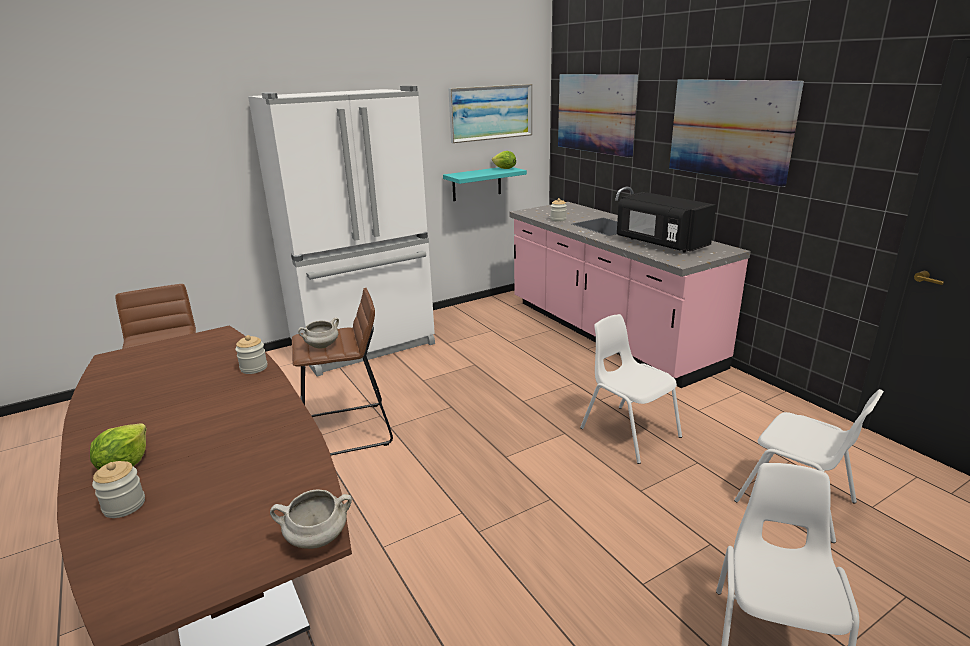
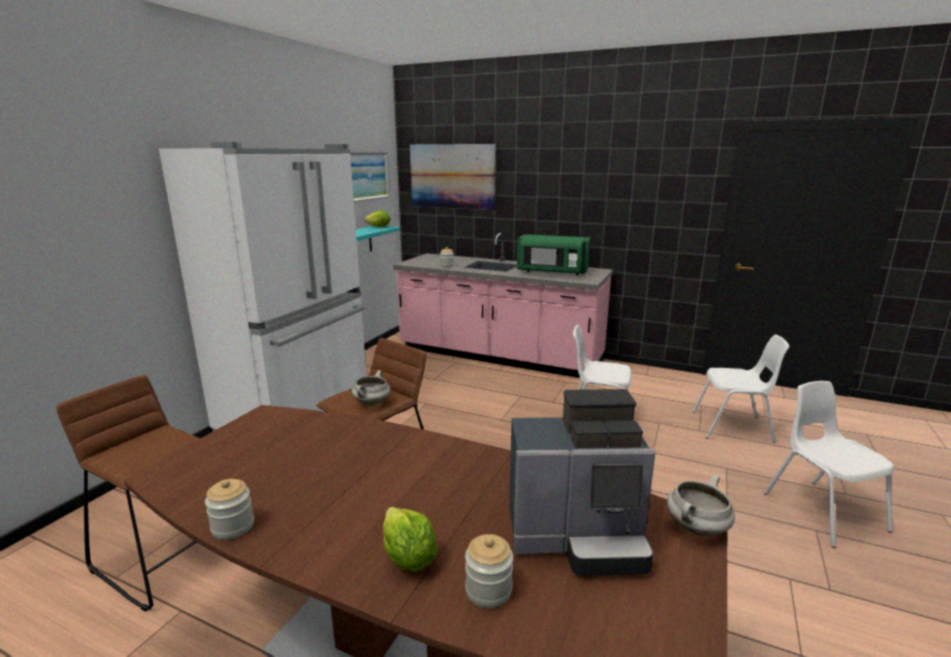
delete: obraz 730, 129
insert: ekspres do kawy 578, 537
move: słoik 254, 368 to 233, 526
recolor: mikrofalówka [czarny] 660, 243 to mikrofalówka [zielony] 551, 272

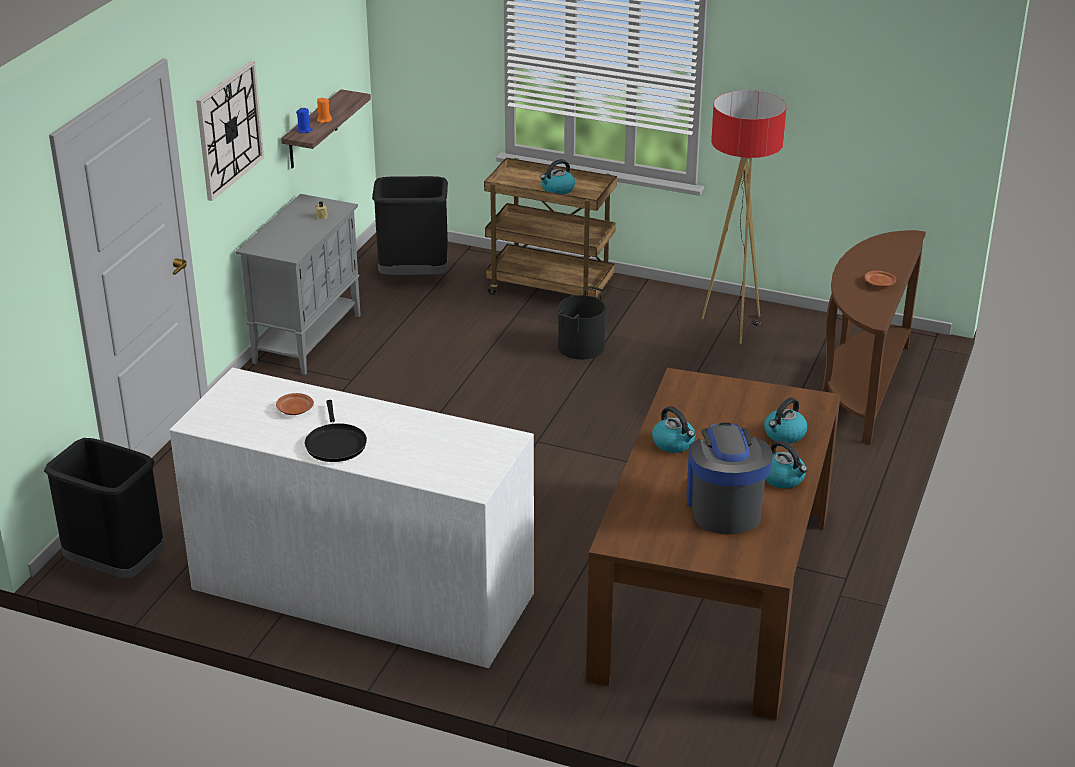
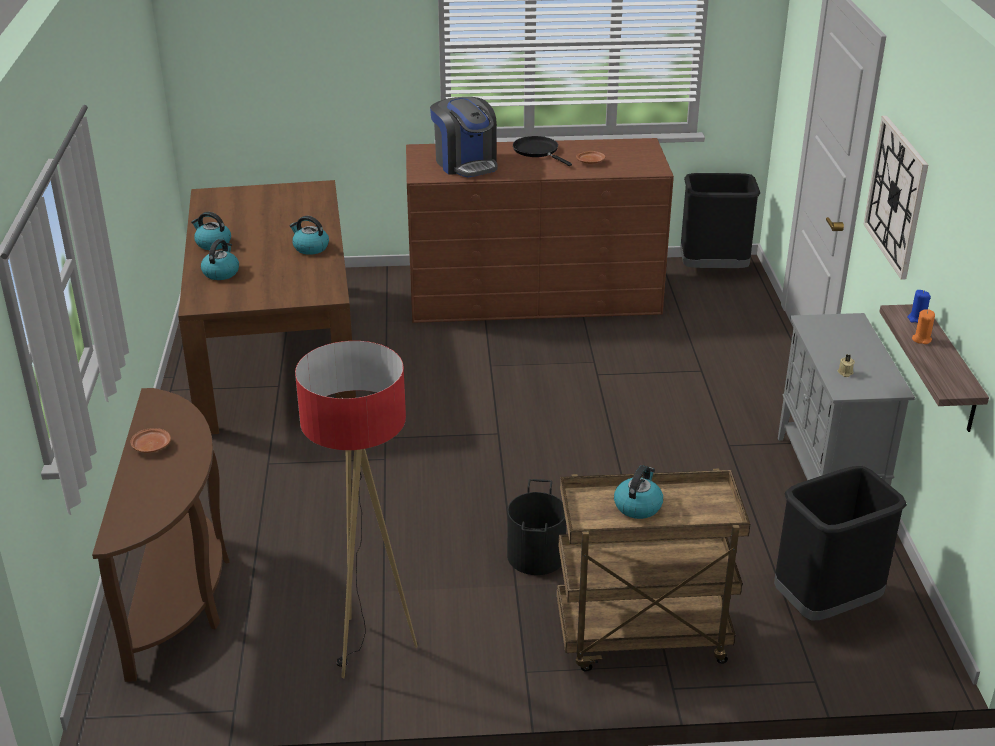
move: ekspres do kawy 724, 507 to 466, 163
recolor: komoda [biały] 362, 591 to komoda [brązowy] 534, 296

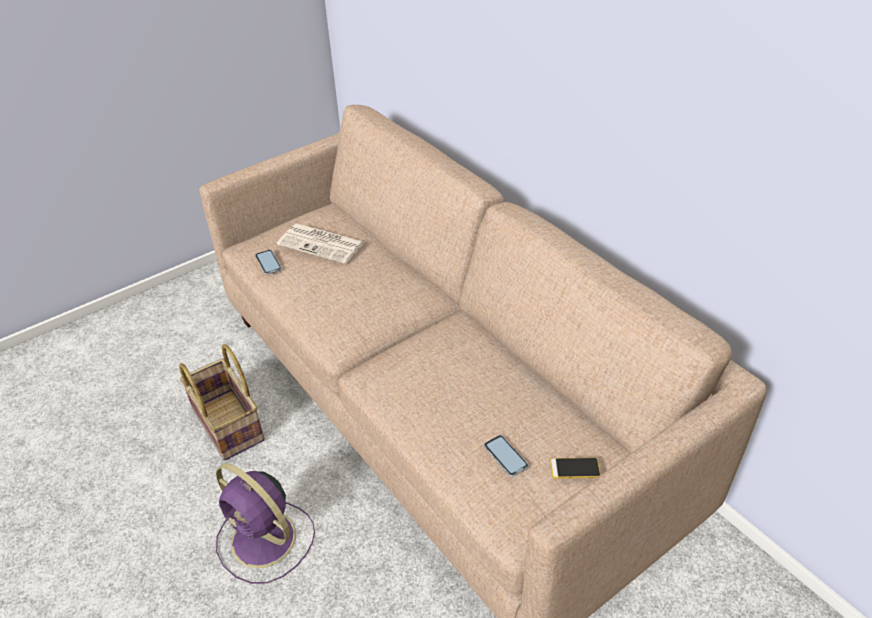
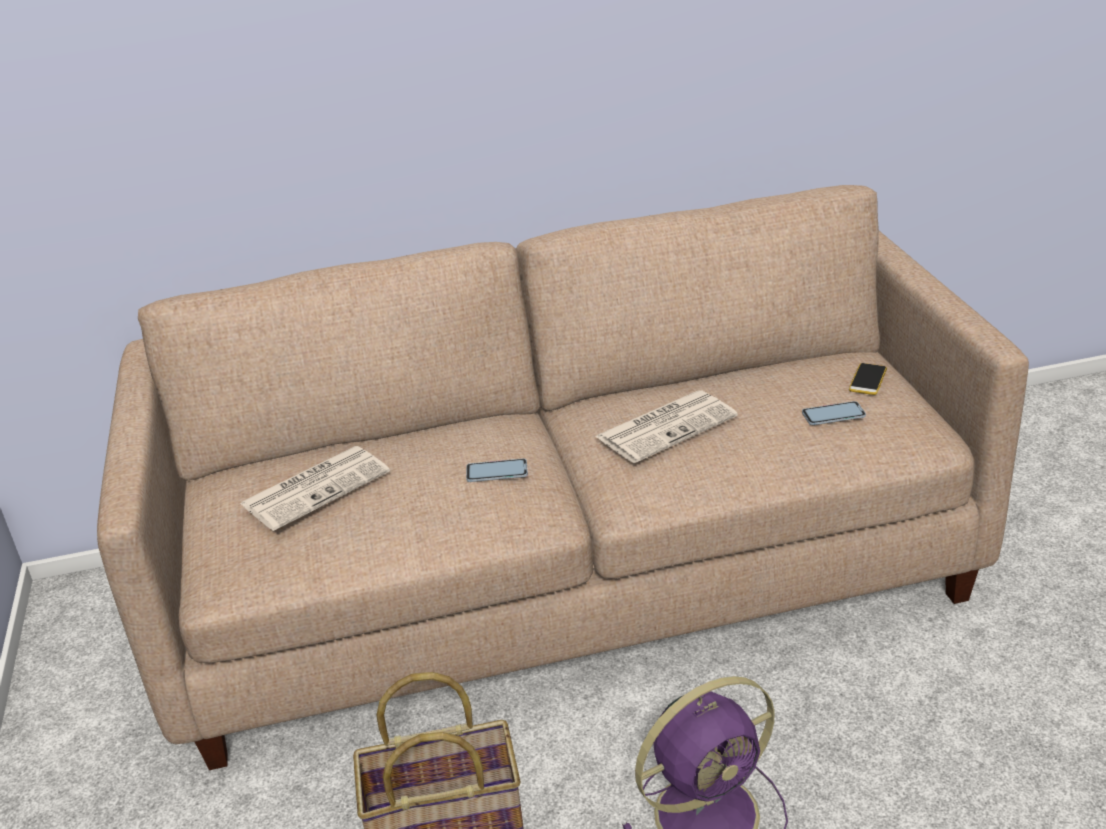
insert: gazeta 667, 426
move: telefon 268, 262 to 497, 471

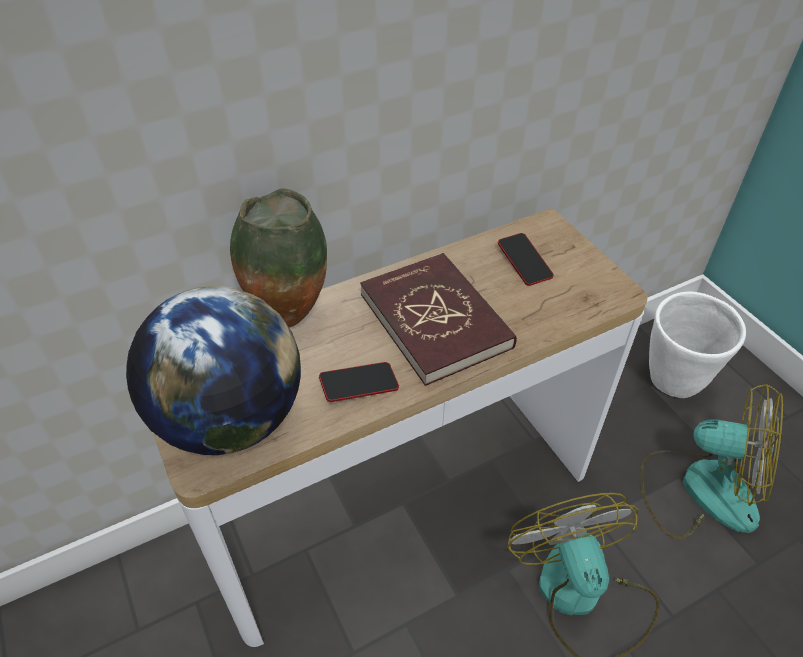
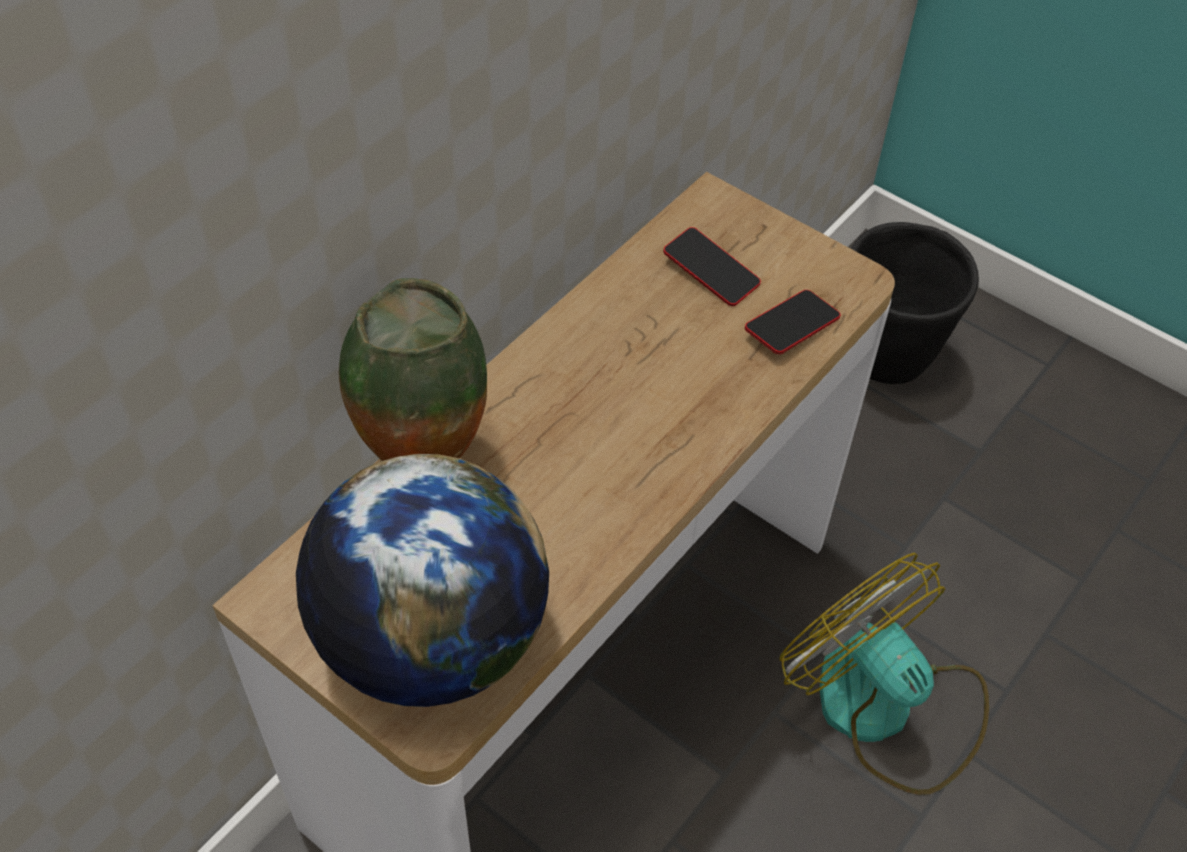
delete: książka [czerwony] 436, 320; wentylator 699, 488
move: telefon 359, 385 to 791, 327
recolor: donica [biały] 673, 381 to donica [czarny] 886, 360

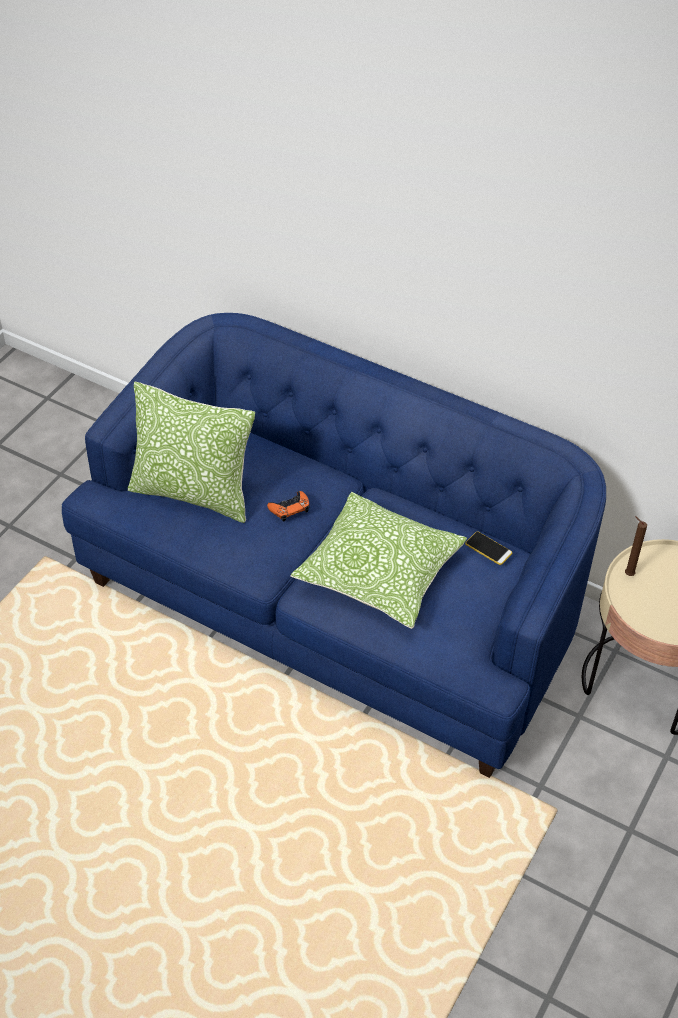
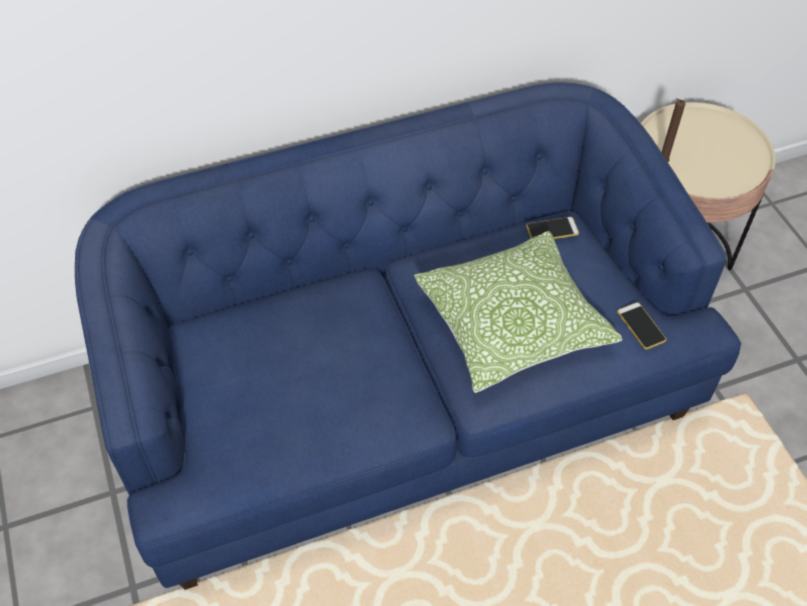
delete: poduszka 193, 493; pad do gier [pomarańczowy] 289, 508
insert: telefon 641, 326

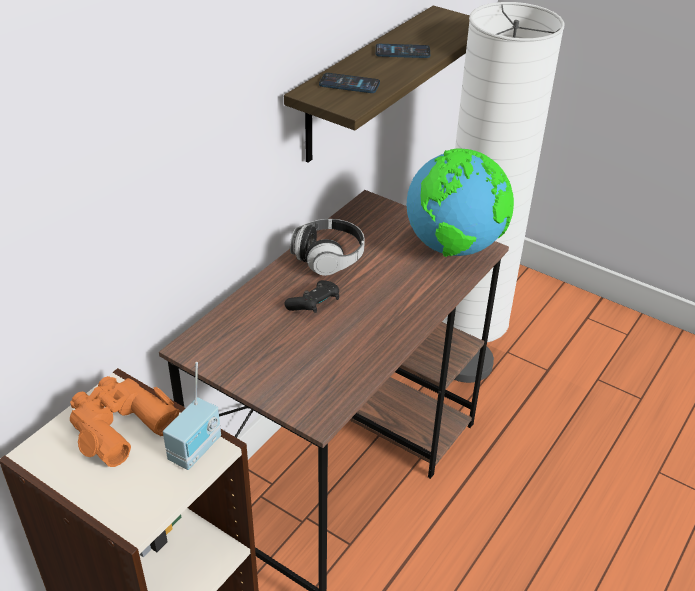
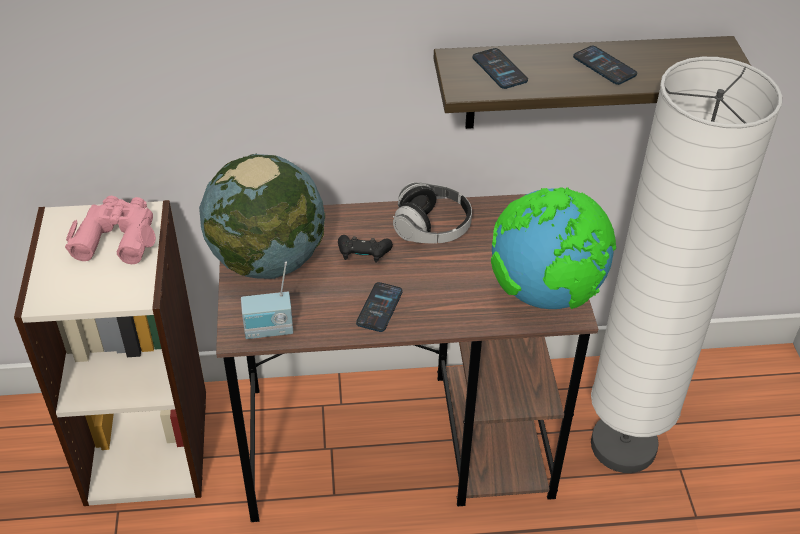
insert: globus 268, 261; telefon 379, 307
move: radio 197, 449 to 269, 331
recolor: lornetka [pomarańczowy] 119, 424 to lornetka [różowy] 117, 236

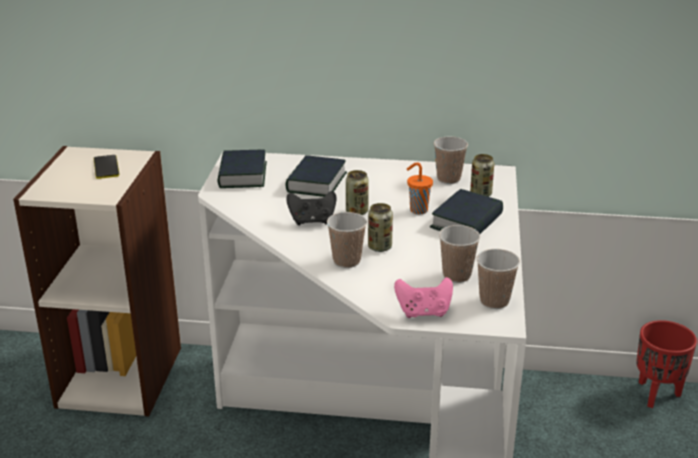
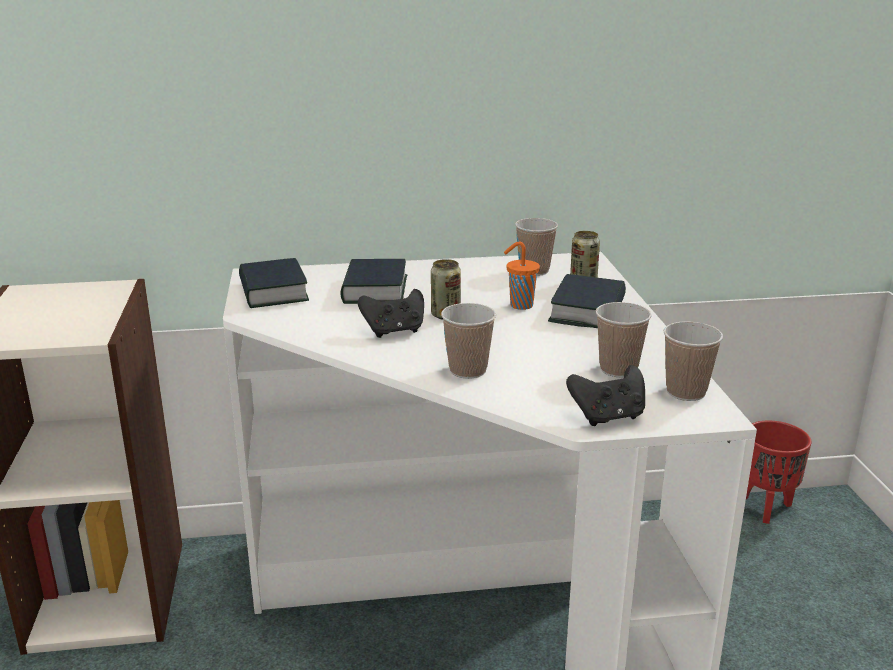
delete: telefon 106, 167; puszka 379, 247
recolor: pad do gier [różowy] 423, 312 to pad do gier [czarny] 608, 417

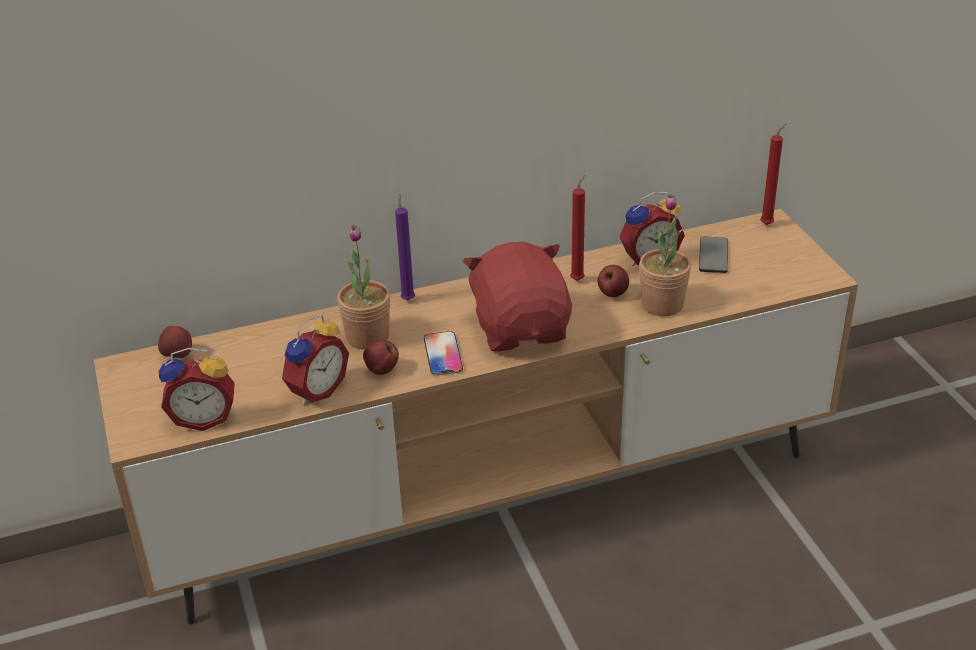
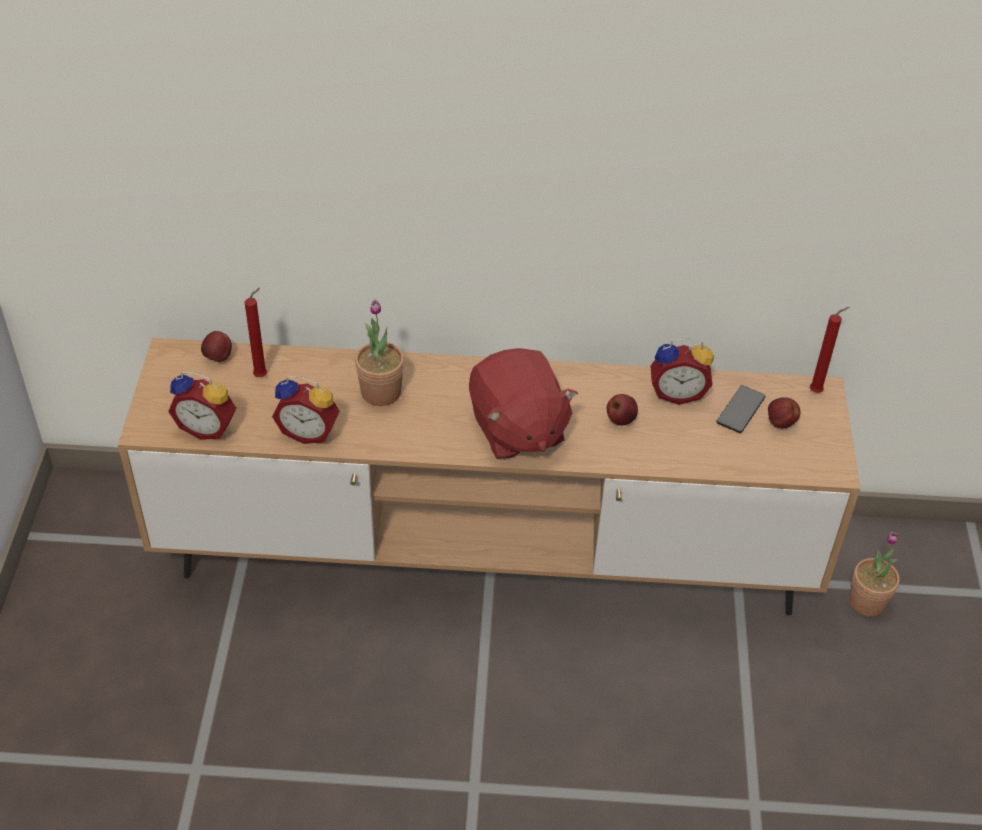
delete: świeca [fioletowy] 408, 299; telefon 443, 354
move: świeca [czerwony] 578, 279 to 262, 375; jabłko 381, 370 to 780, 423; roślina doniczkowa 662, 304 to 867, 602
rotate: budzik 315, 390 = 309, 431 45 degrees clockwise; pluszak [czerwony] 521, 329 = 517, 429 150 degrees clockwise

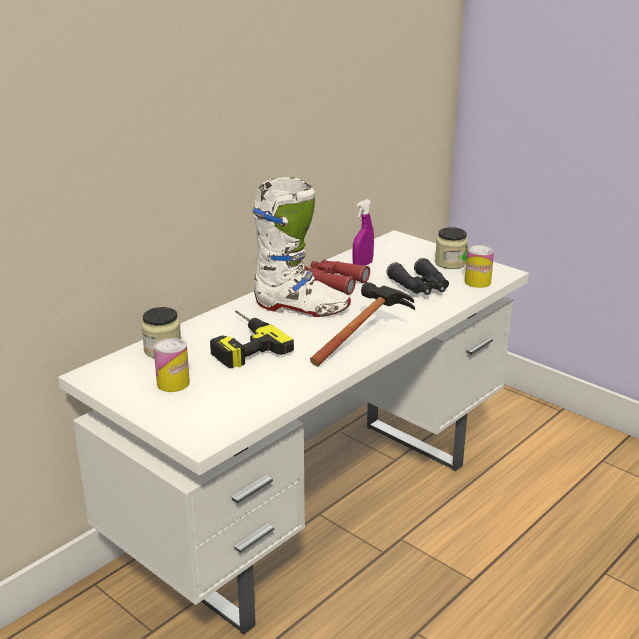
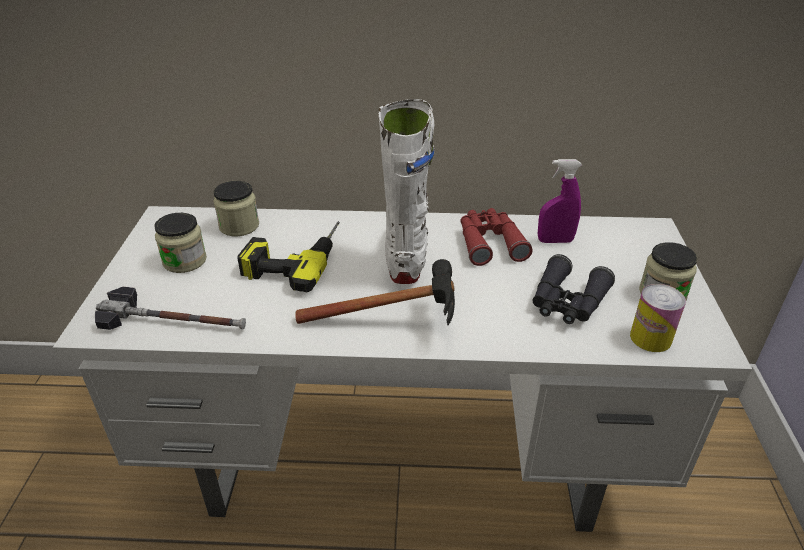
insert: młotek 173, 320
replace: puszka 173, 383 to słoik 184, 261
rotate: but z cholewką [biały] 301, 309 = 407, 254 150 degrees counterclockwise

